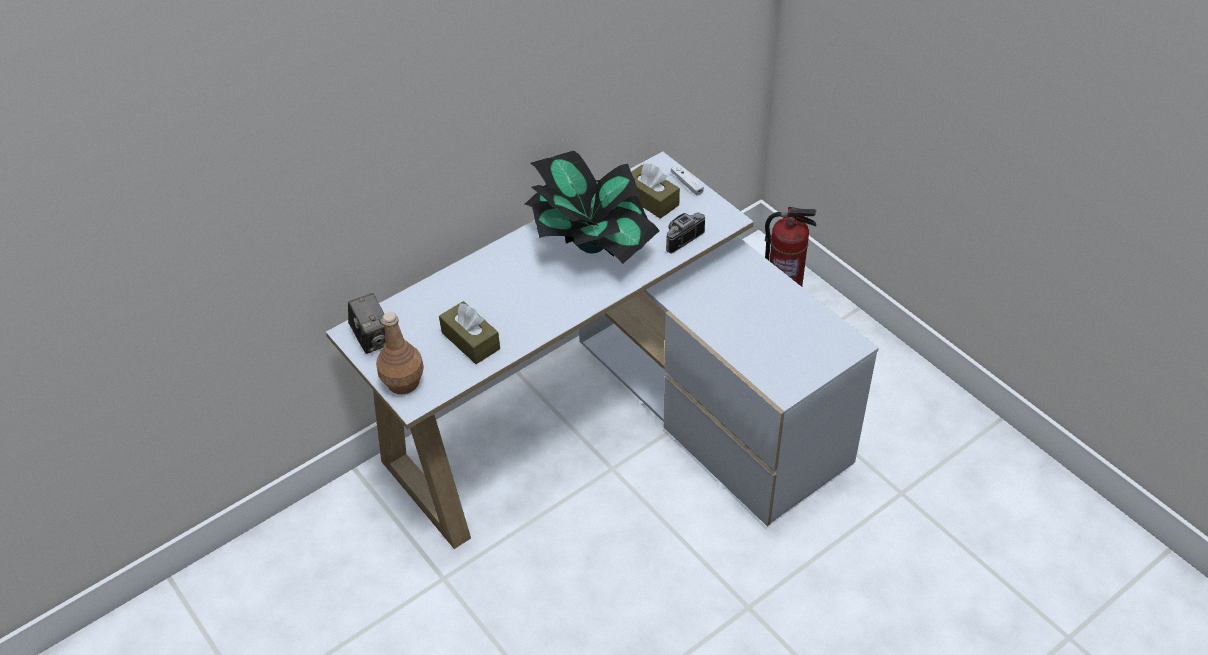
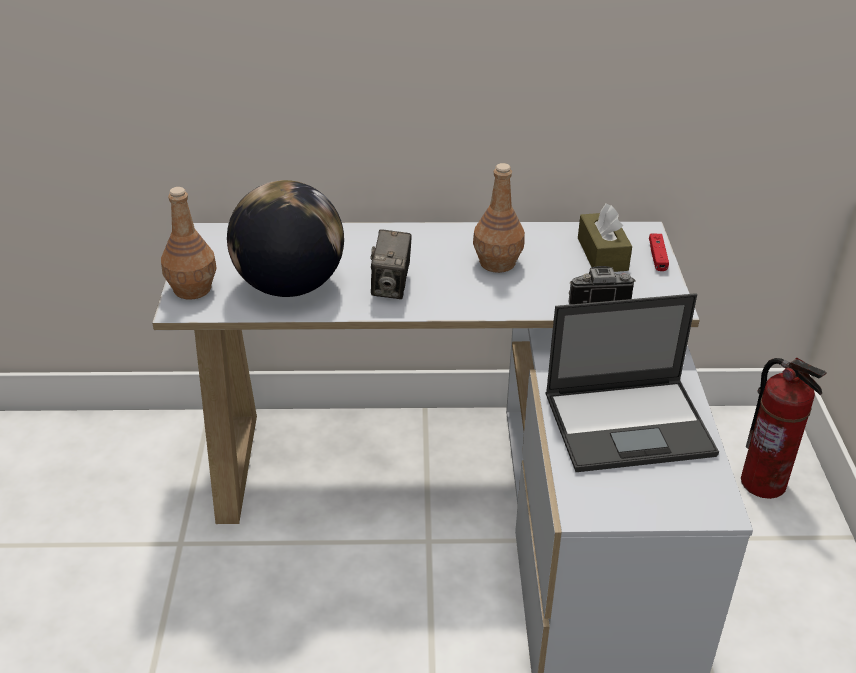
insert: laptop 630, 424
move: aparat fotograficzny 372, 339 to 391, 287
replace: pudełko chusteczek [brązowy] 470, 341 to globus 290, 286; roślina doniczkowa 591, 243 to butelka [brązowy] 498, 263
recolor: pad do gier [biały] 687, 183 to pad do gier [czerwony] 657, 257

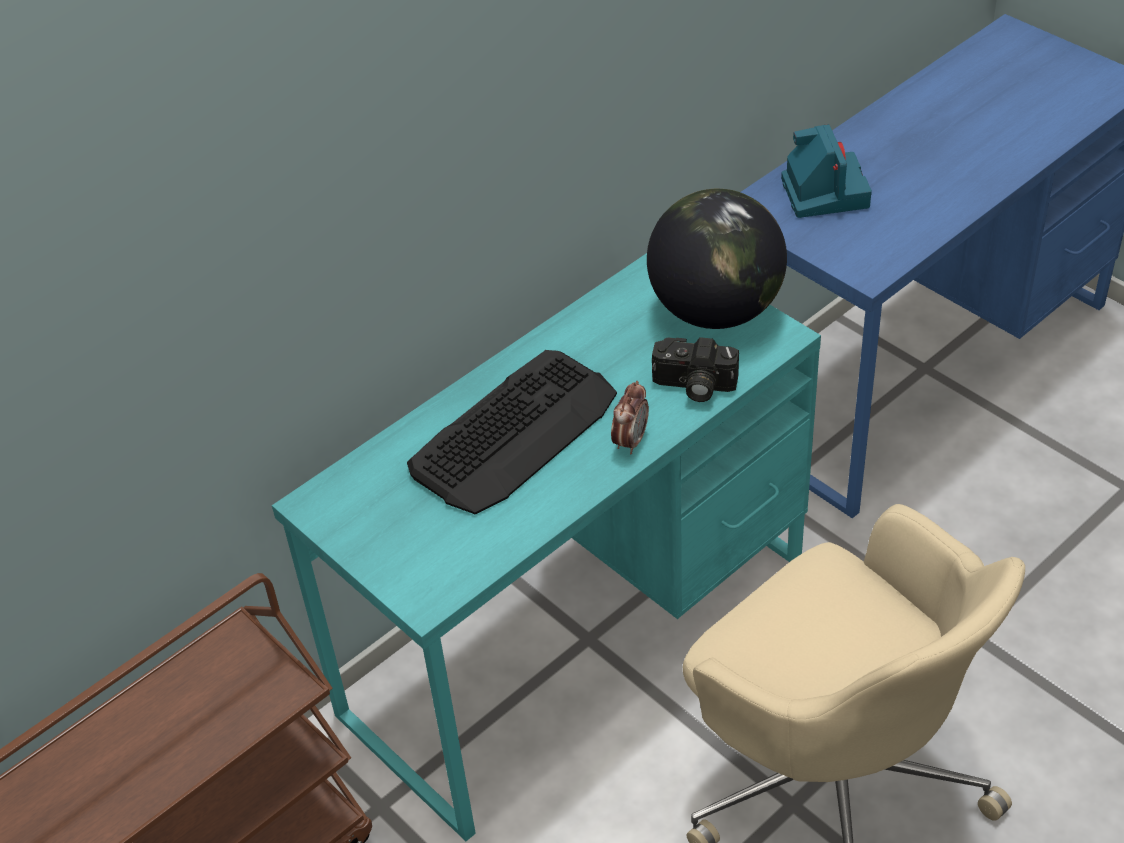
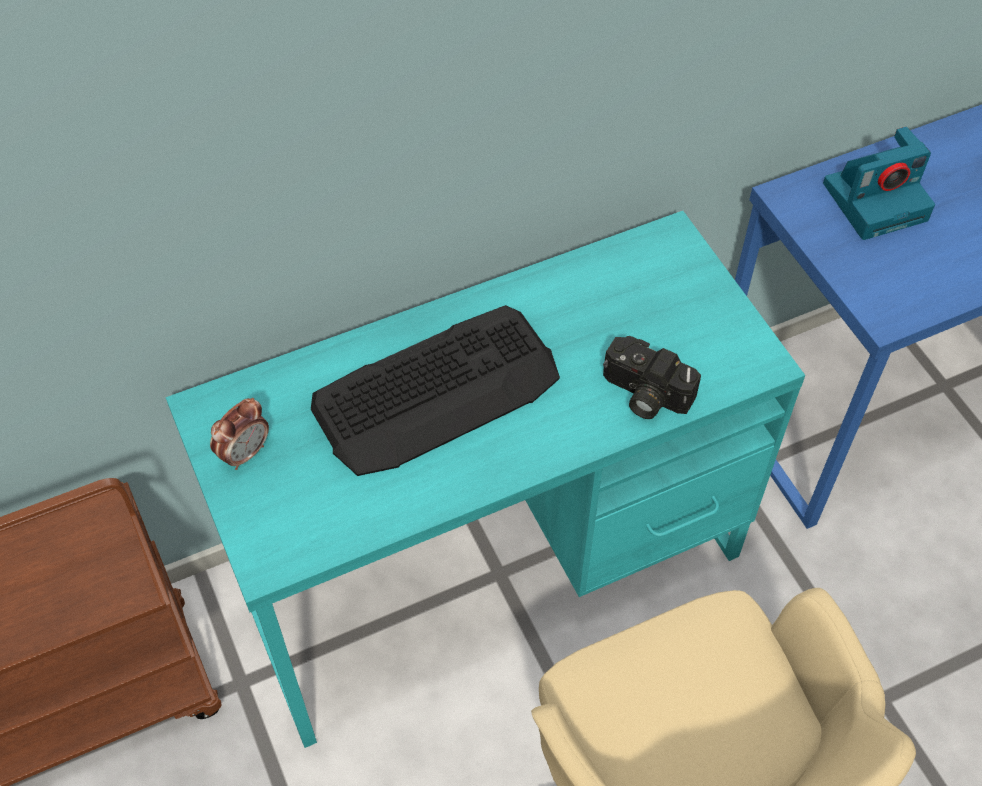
delete: globus 716, 311
move: budzik 630, 441 to 245, 453
rotate: aparat fotograficzny 823, 191 = 876, 200 60 degrees clockwise

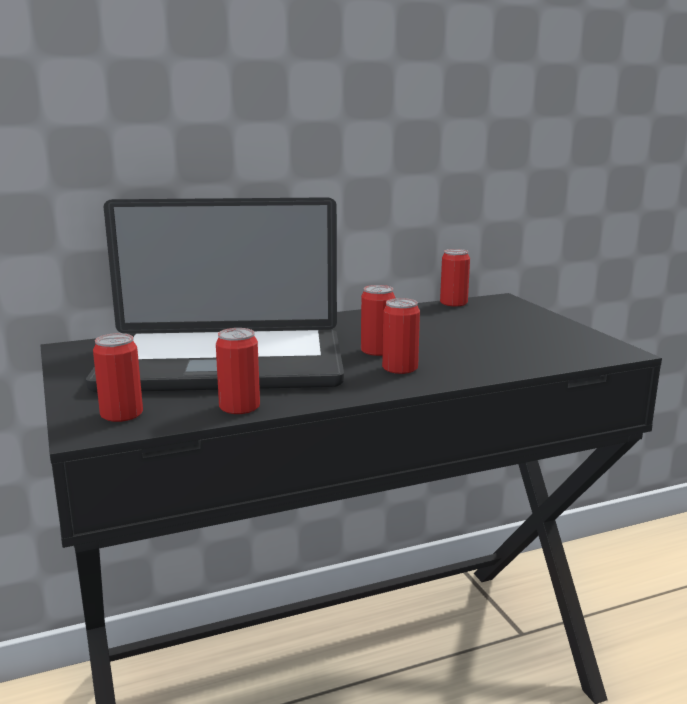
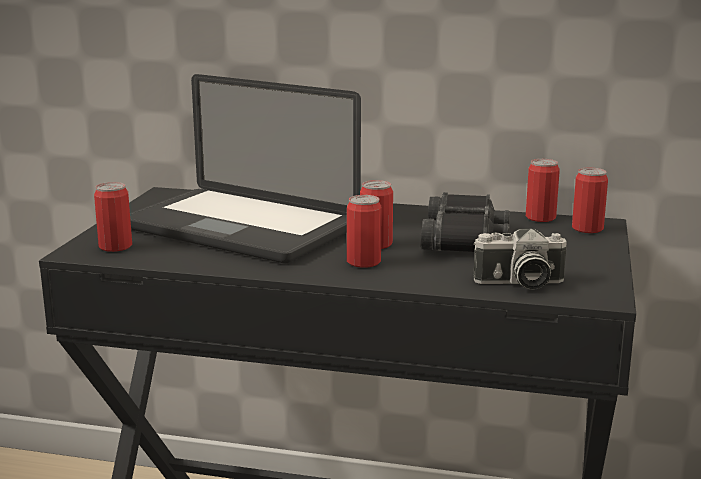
insert: lornetka [czarny] 465, 239; aparat fotograficzny 519, 283
move: puszka 239, 407 to 587, 228

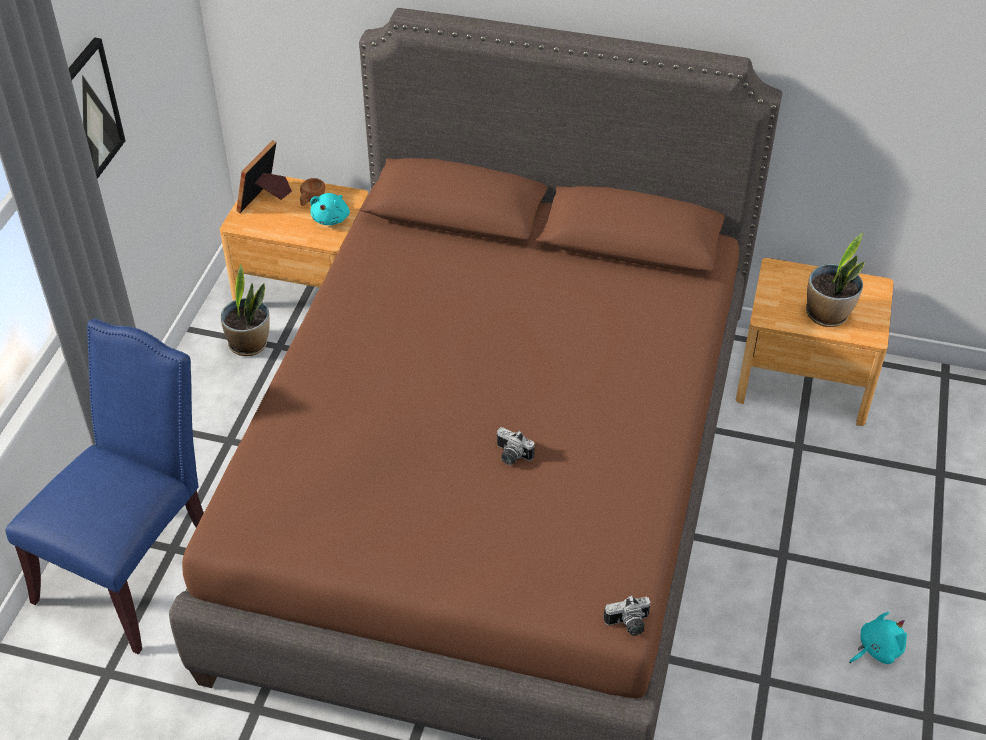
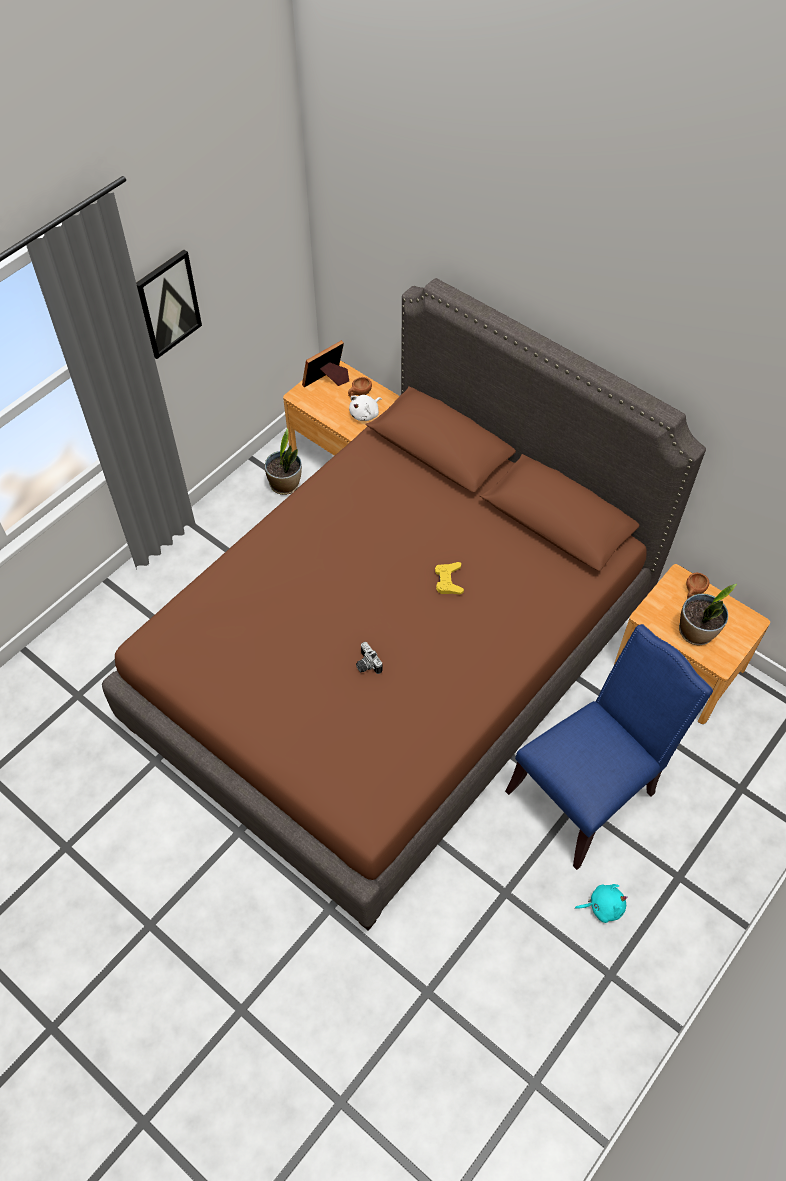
delete: aparat fotograficzny 628, 625
insert: pad do gier [żółty] 448, 581; filiżanka [brązowy] 693, 591
move: krzesło [niebieski] 135, 566 to 587, 791
recolor: pluszak [turkusowy] 331, 218 to pluszak [biały] 365, 414

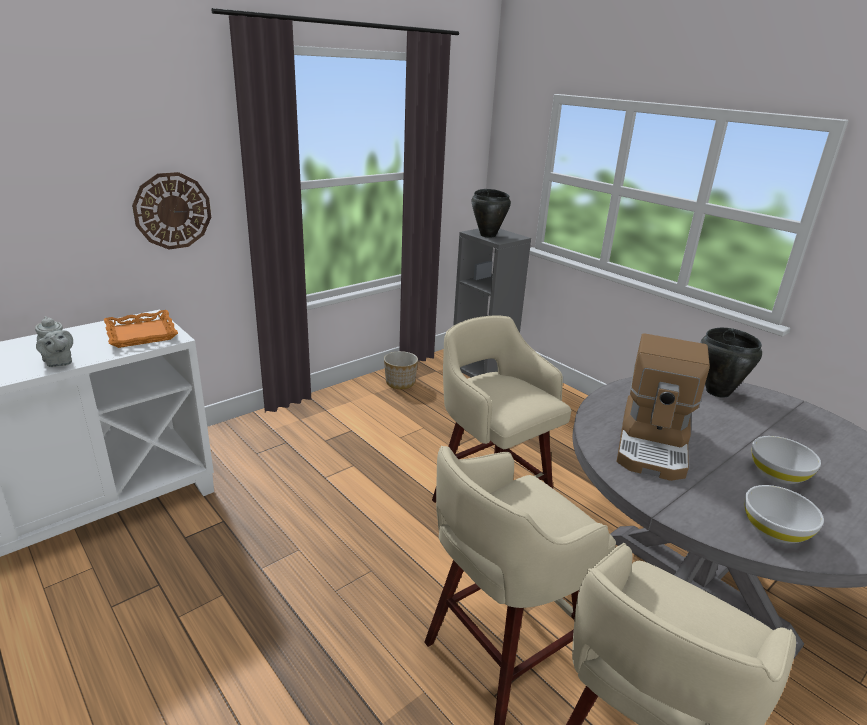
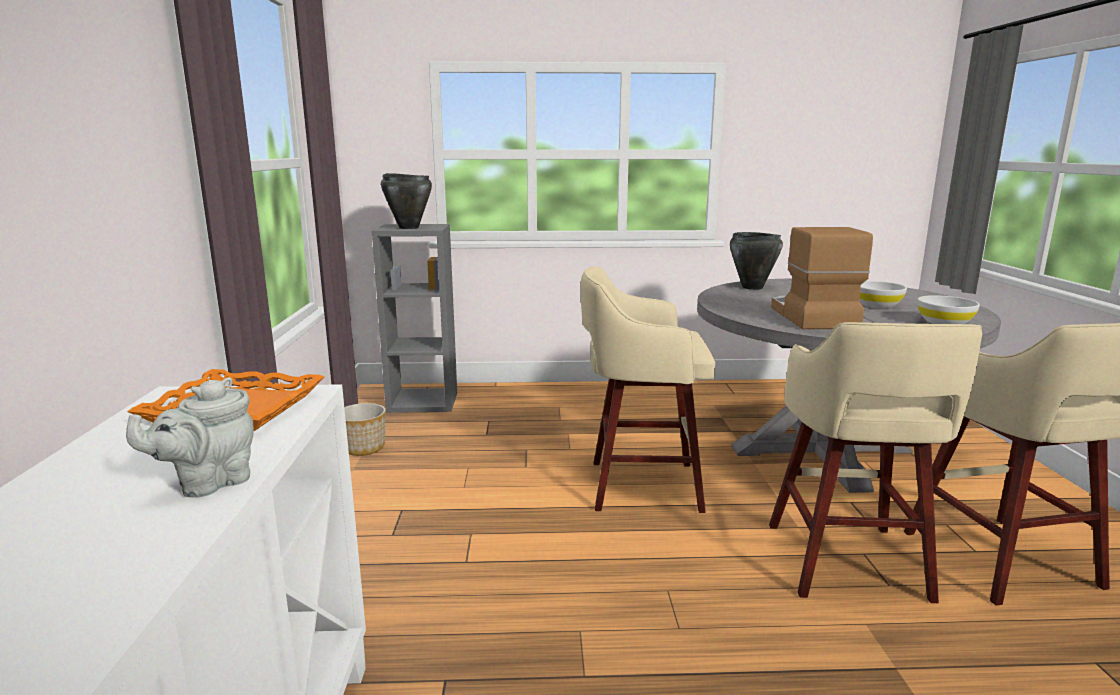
delete: zegar ścienny 172, 211
rotate: imbryk [szary] 58, 362 = 209, 483 135 degrees clockwise; ekspres do kawy 654, 444 = 811, 317 150 degrees counterclockwise

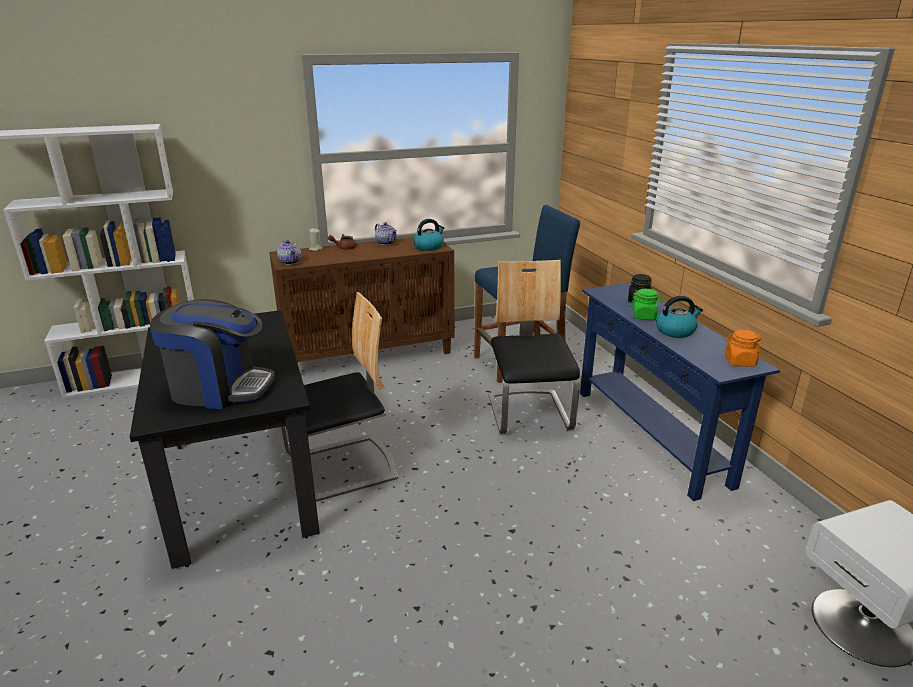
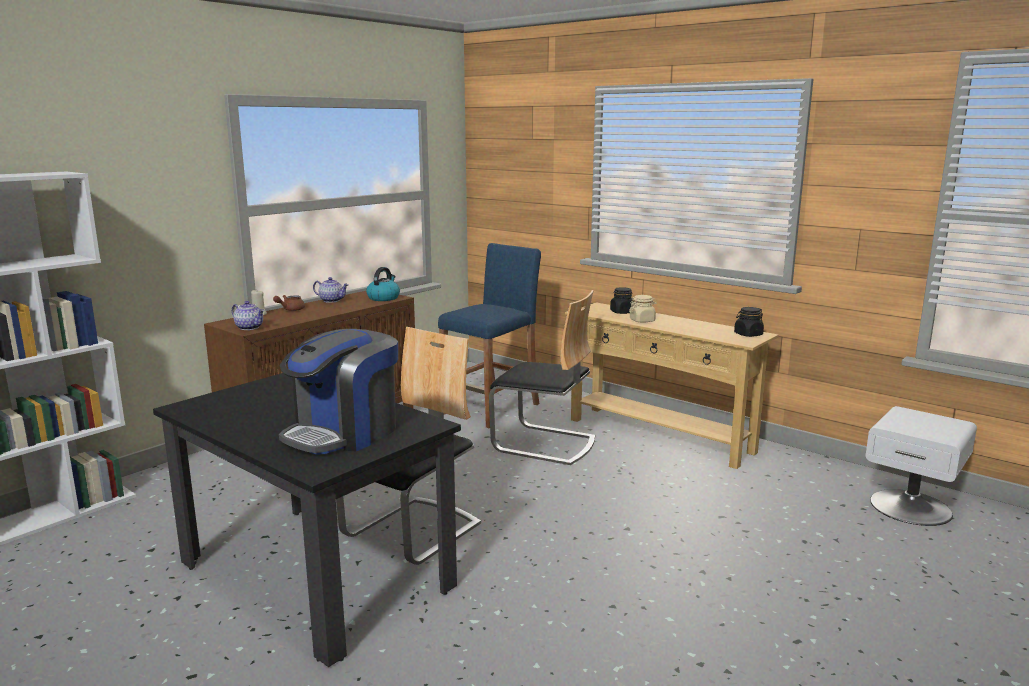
delete: czajnik 675, 331
recolor: stolik konsolowy [niebieski] 650, 435 to stolik konsolowy [beżowy] 659, 435; słoik [zielony] 644, 316 to słoik [beżowy] 642, 320; słoik [pomarańczowy] 739, 362 to słoik [czarny] 748, 334
rotate: ekspres do kawy 219, 388 = 344, 433 150 degrees clockwise; krzesło 529, 413 = 544, 444 150 degrees clockwise

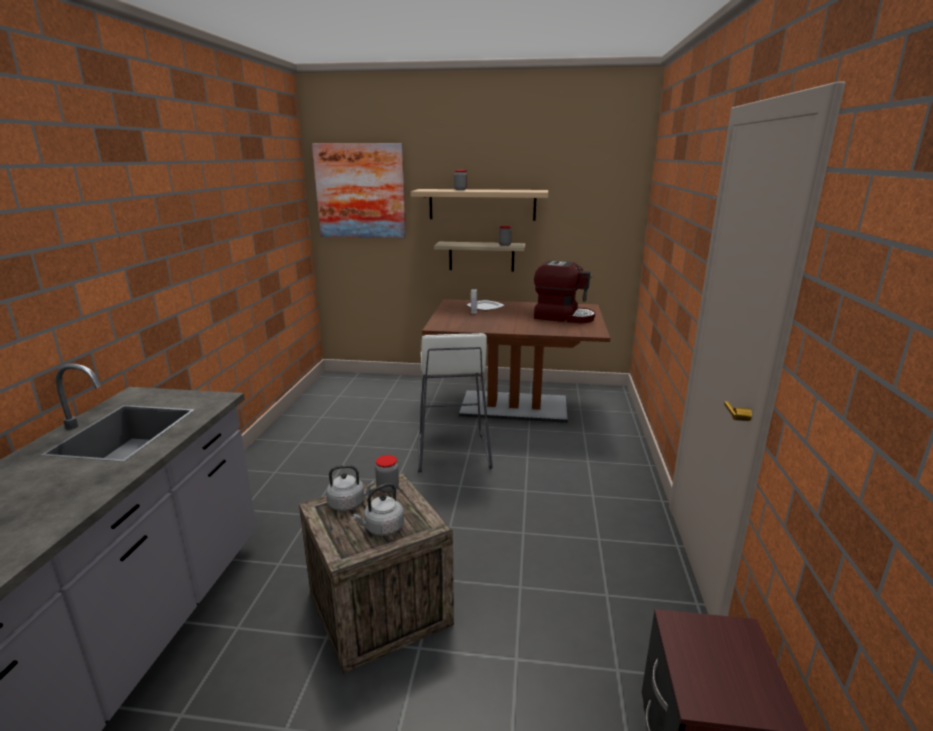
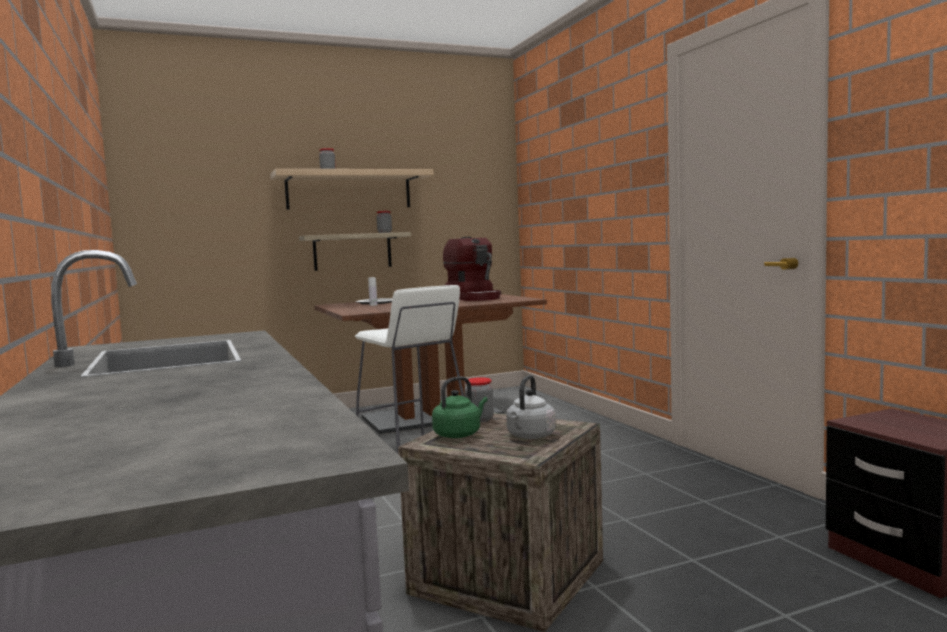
delete: obraz 360, 191
recolor: czajnik [szary] 349, 504 to czajnik [zielony] 459, 434
rotate: ekspres do kawy 563, 316 = 474, 298 75 degrees clockwise

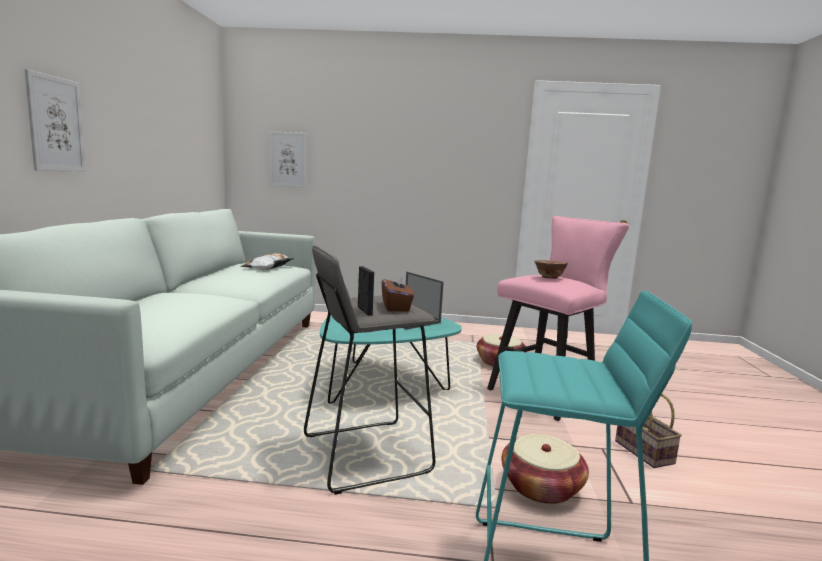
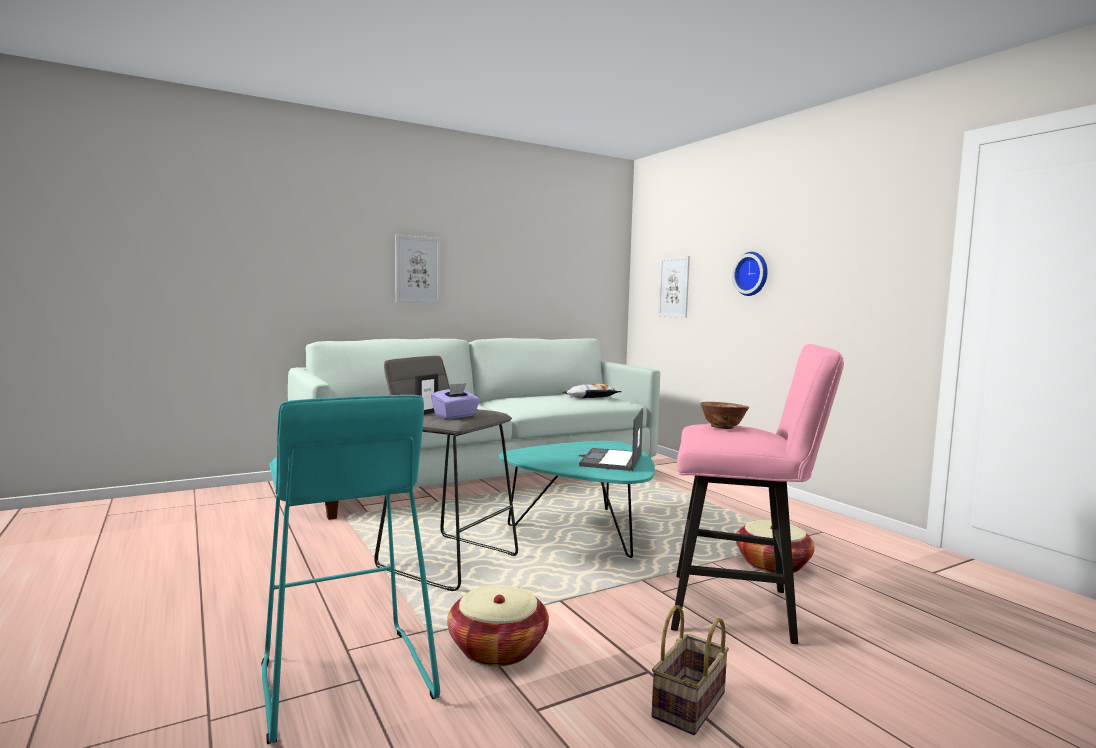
insert: zegar ścienny 752, 274
recolor: pudełko chusteczek [brązowy] 396, 307 to pudełko chusteczek [fioletowy] 455, 416

